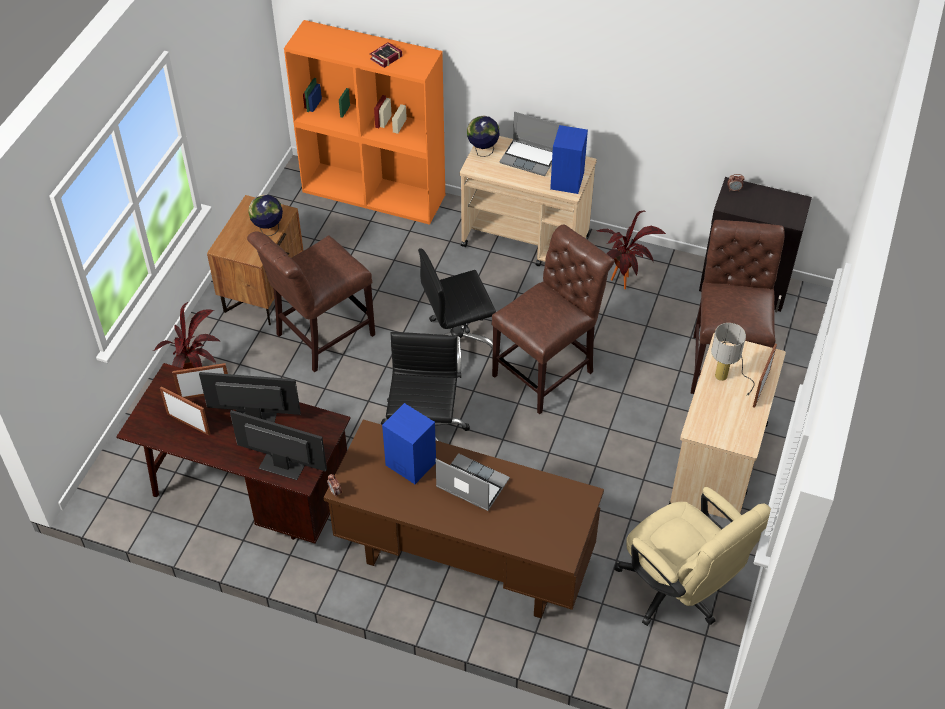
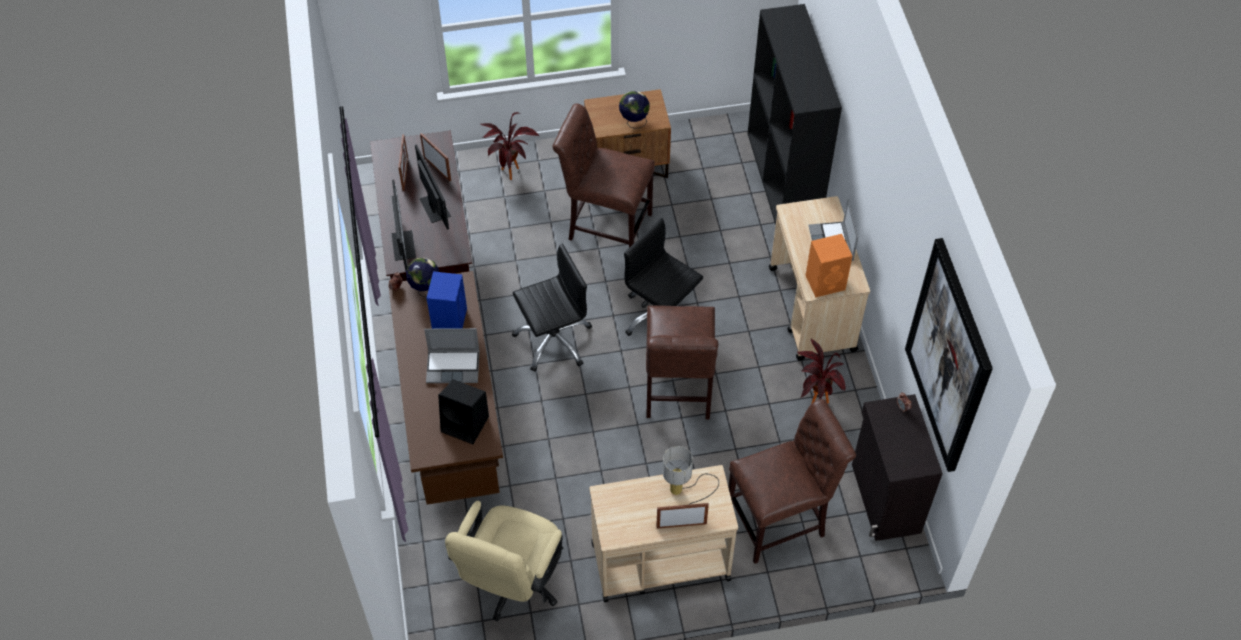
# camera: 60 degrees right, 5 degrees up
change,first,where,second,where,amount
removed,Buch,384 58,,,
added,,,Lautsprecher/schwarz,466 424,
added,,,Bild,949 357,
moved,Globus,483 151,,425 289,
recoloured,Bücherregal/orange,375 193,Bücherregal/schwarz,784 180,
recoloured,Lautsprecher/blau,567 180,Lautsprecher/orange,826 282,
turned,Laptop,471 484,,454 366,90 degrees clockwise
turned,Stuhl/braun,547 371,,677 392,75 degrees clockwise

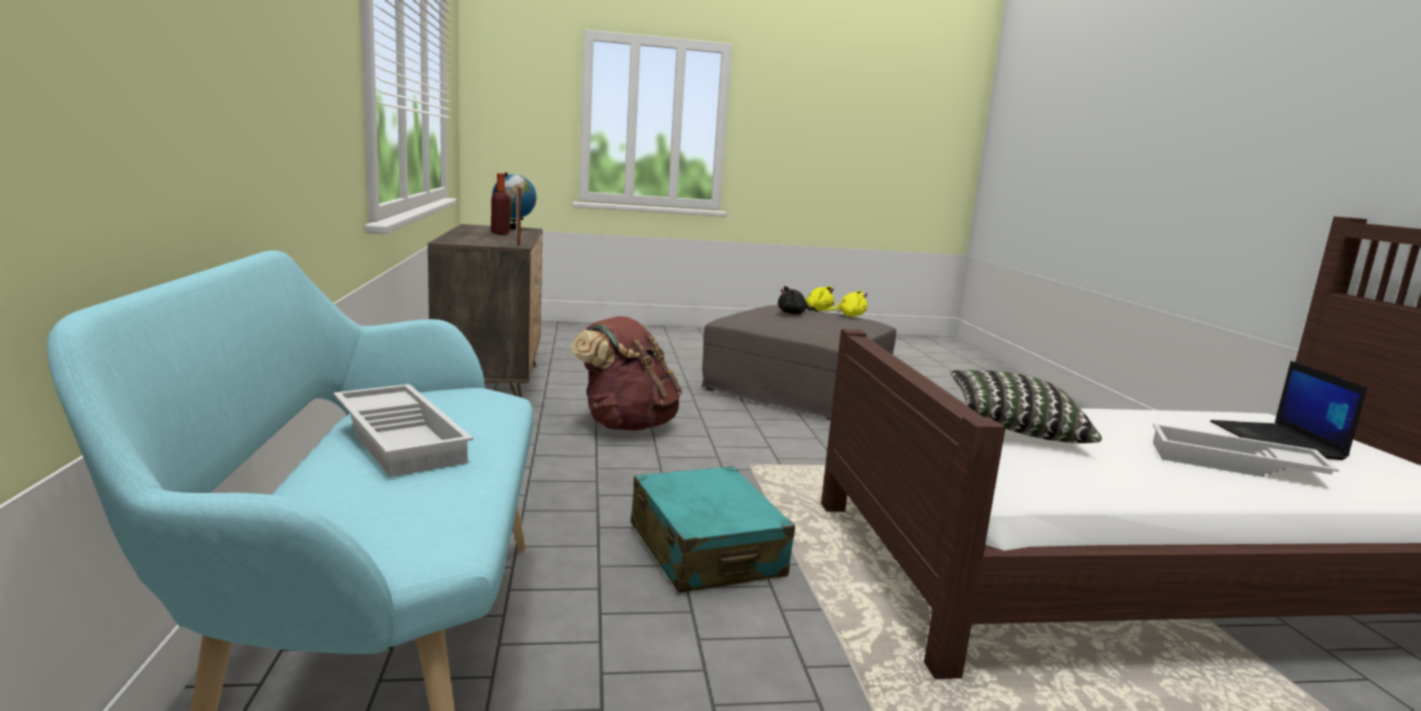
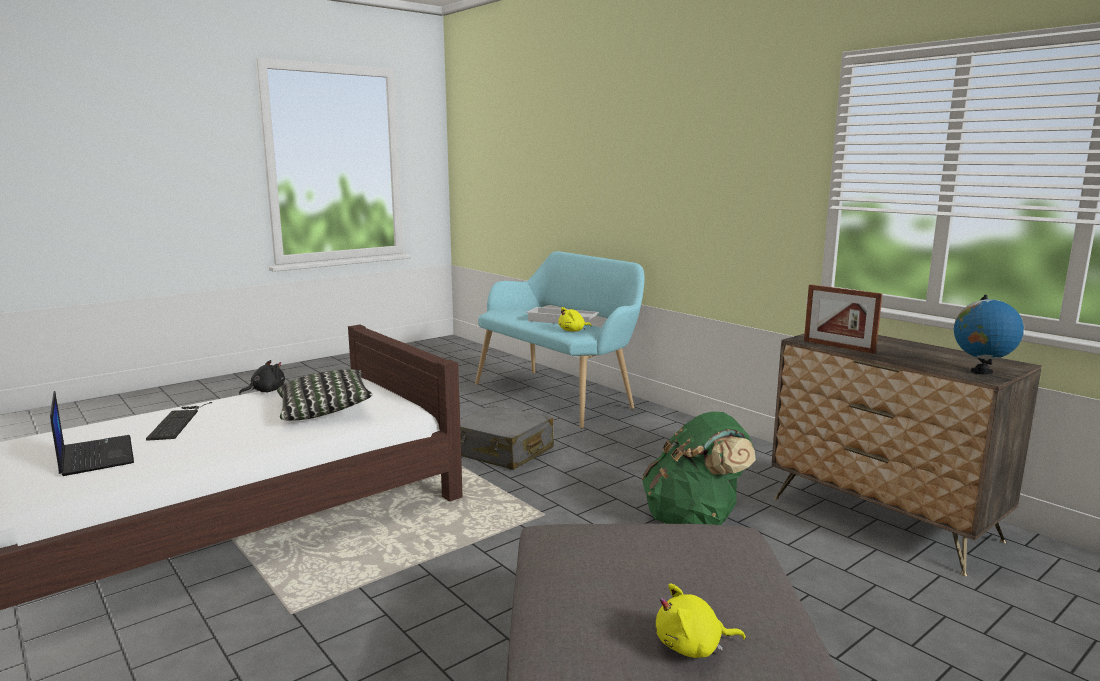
# camera: 150 degrees right, 0 degrees up
change,first,where,second,where,amount
removed,Flasche,500 233,,,
moved,Plüschtier/schwarz,793 314,,266 391,
moved,Plüschtier/gelb,849 315,,573 331,
replaced,Tablett/weiß,1234 464,Tastatur,178 421,
recoloured,Rucksack/braun,626 425,Rucksack/grün,694 521,
recoloured,Koffer/türkis,706 550,Koffer/grau,502 452,

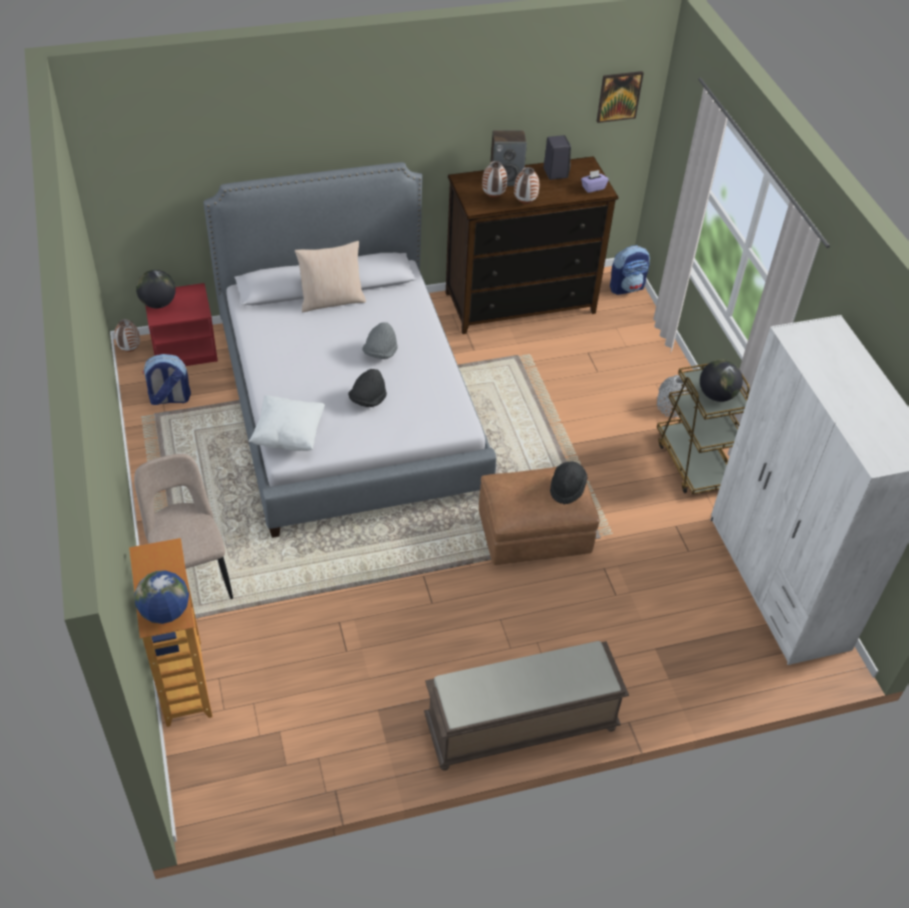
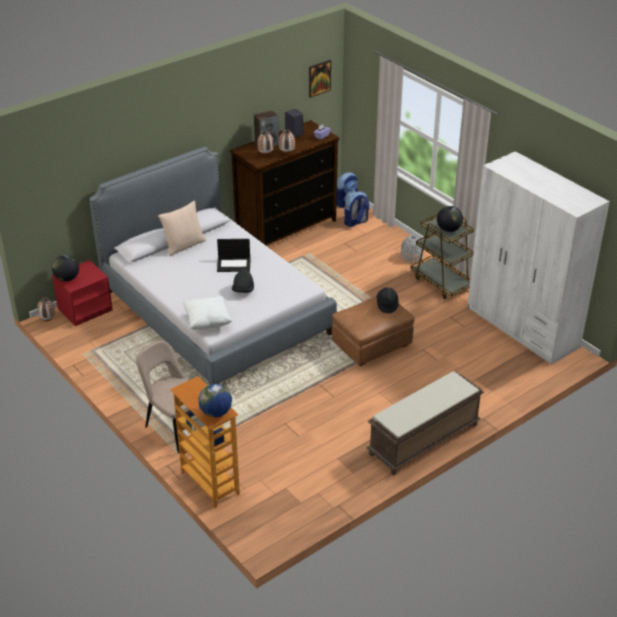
# camera: 20 degrees left, 10 degrees down
change,first,where,second,where,amount
moved,Rucksack,169 399,,356 222,
replaced,Hut/grau,380 352,Laptop,234 264,

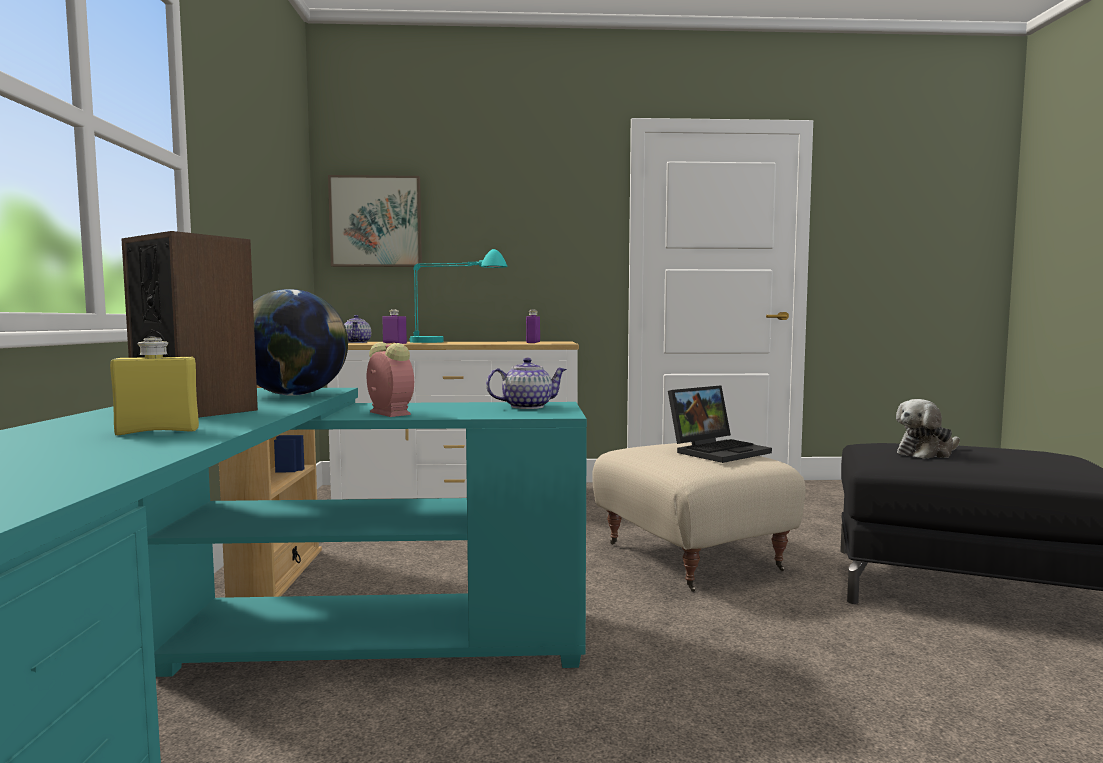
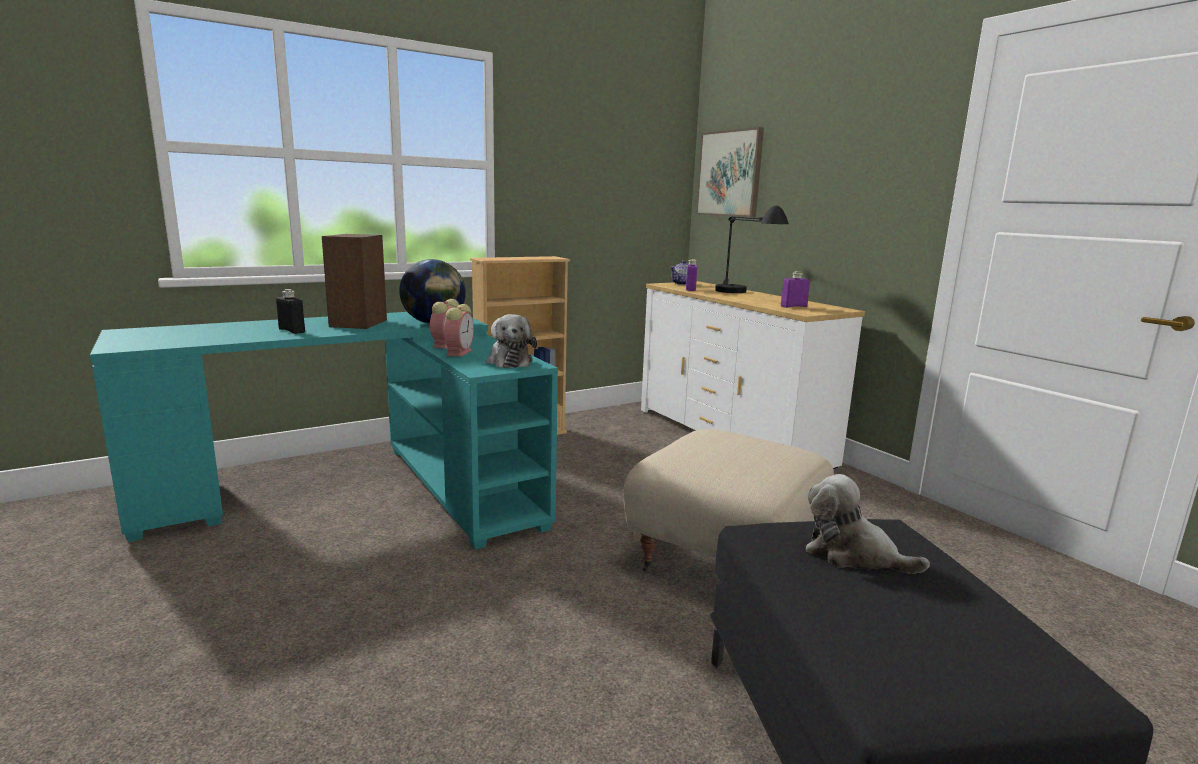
# camera: 60 degrees right, 10 degrees up
change,first,where,second,where,amount
removed,Laptop,718 451,,,
added,,,Wecker,459 352,
replaced,Teekanne,526 406,Plüschtier,509 361,
recoloured,Flasche/gelb,158 431,Flasche/schwarz,292 331,
recoloured,Tischlampe/türkis,455 342,Tischlampe/schwarz,745 295,

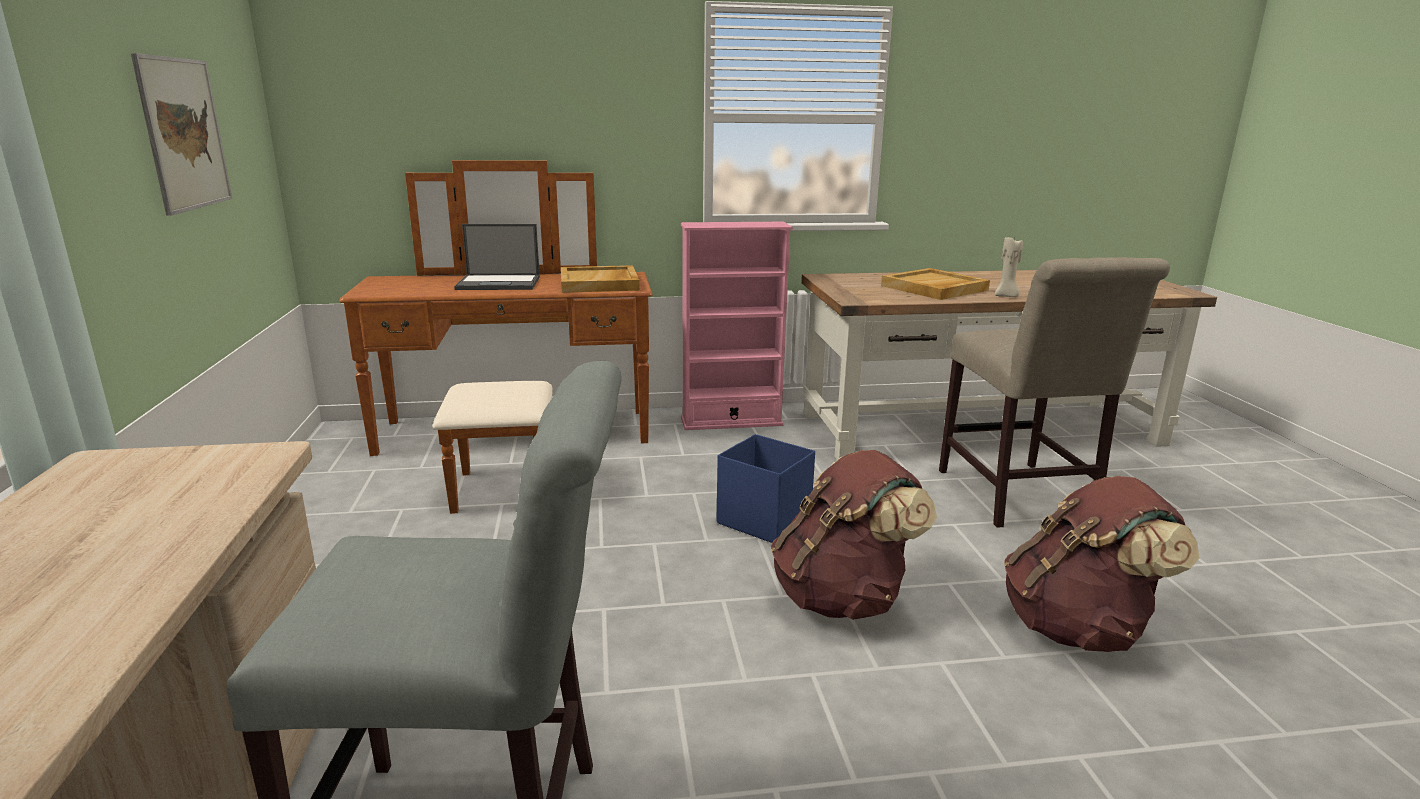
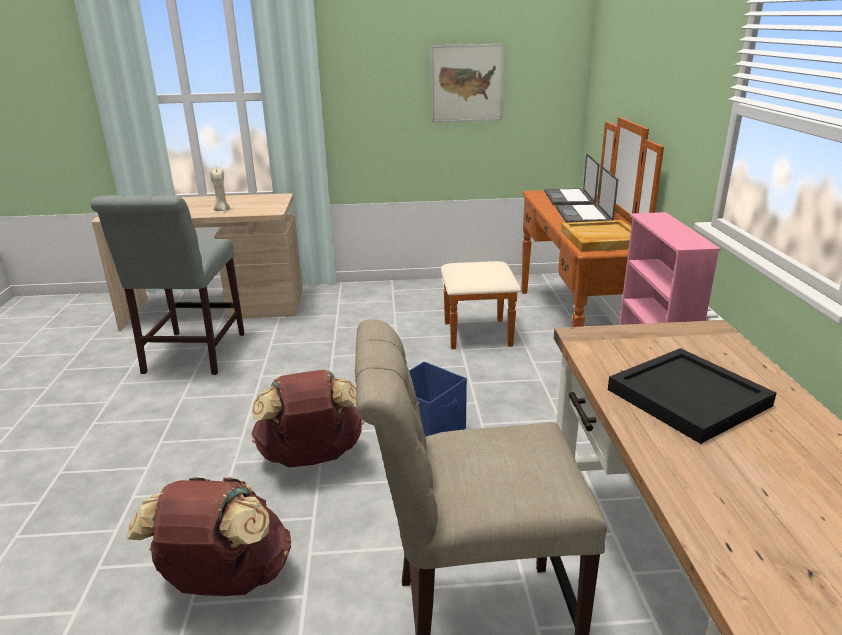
# camera: 95 degrees right, 5 degrees up
change,first,where,second,where,amount
added,,,Laptop,569 198,
moved,Kerze/beige,1006 296,,222 210,
recoloured,Tablett/beige,934 288,Tablett/schwarz,686 397,

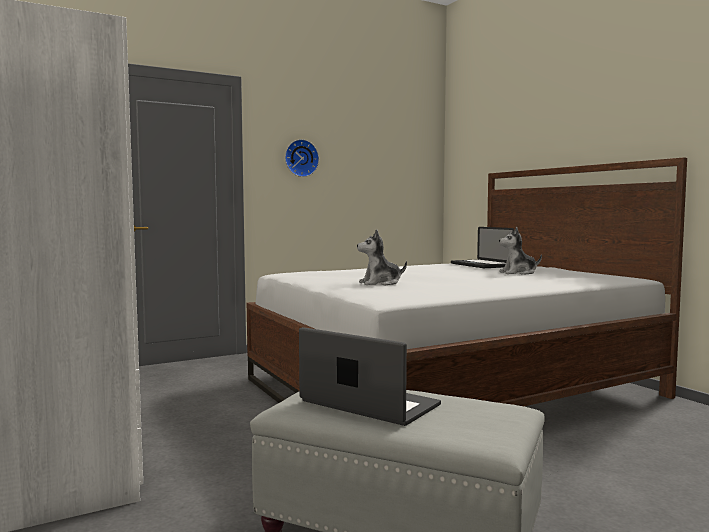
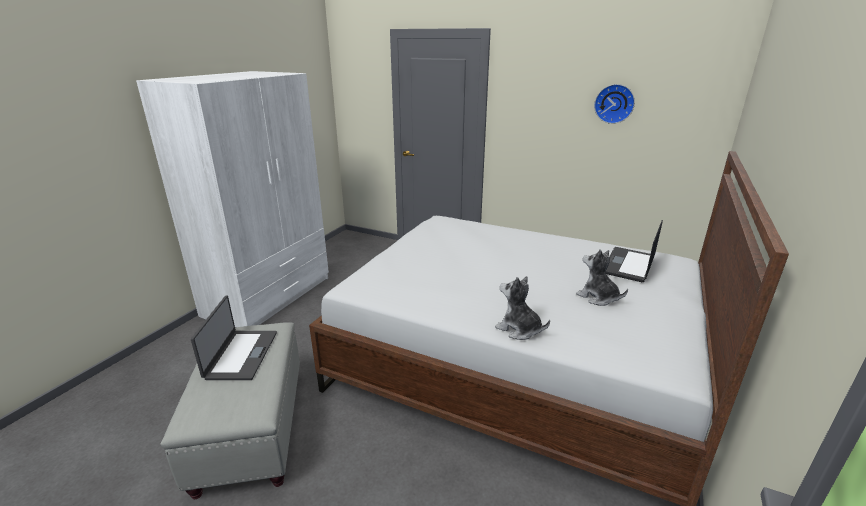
# camera: 55 degrees right, 20 degrees up
change,first,where,second,where,amount
moved,Wanduhr,300 158,,614 103,
moved,Plüschtier,380 283,,519 329,

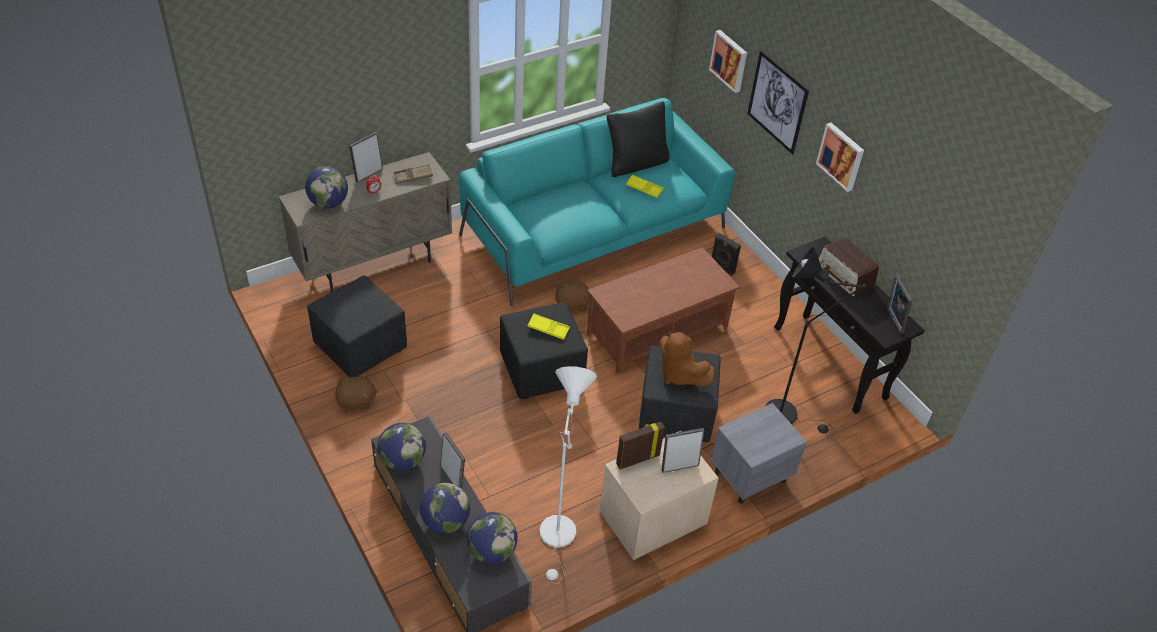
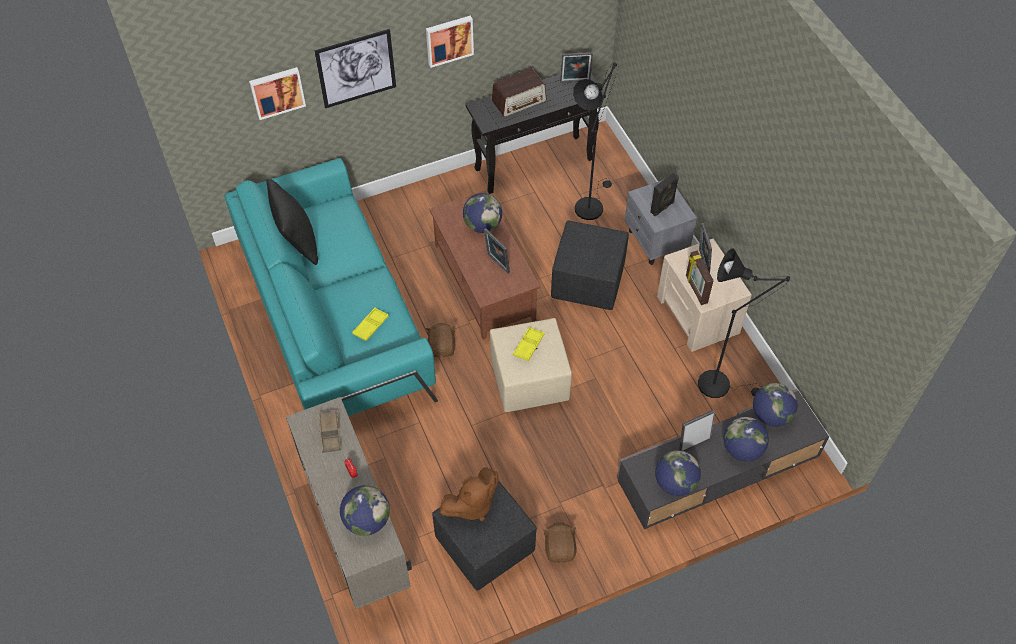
# camera: 80 degrees left, 10 degrees up
change,first,where,second,where,amount
added,,,Globus,482 225,
moved,Bilderrahmen,368 174,,497 264,
moved,Tablett/gelb,644 188,,370 326,
moved,Plüschtier/braun,679 374,,471 505,
moved,Lautsprecher/schwarz,721 268,,662 207,
recoloured,Polsterhocker/schwarz,540 371,Polsterhocker/beige,529 382,
recoloured,Stehlampe/weiß,558 538,Stehlampe/schwarz,720 384,

